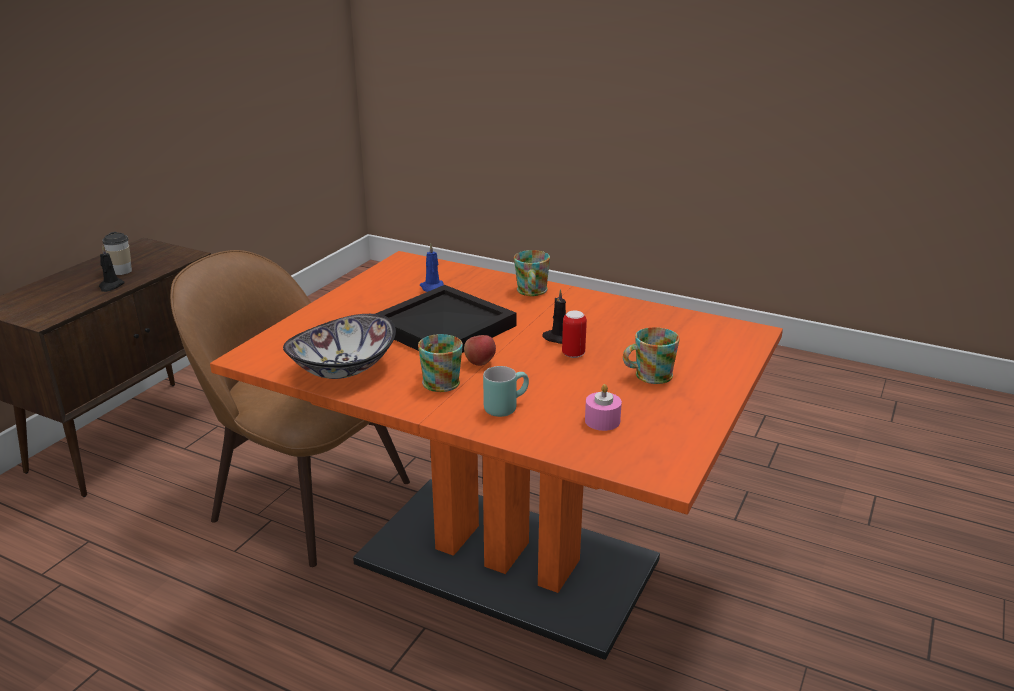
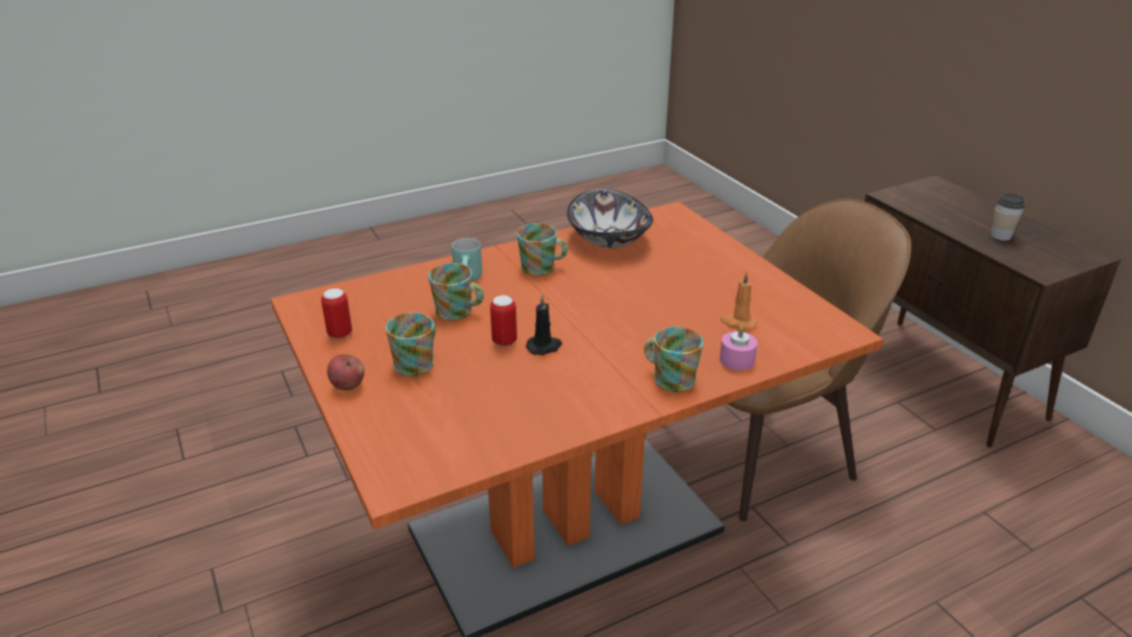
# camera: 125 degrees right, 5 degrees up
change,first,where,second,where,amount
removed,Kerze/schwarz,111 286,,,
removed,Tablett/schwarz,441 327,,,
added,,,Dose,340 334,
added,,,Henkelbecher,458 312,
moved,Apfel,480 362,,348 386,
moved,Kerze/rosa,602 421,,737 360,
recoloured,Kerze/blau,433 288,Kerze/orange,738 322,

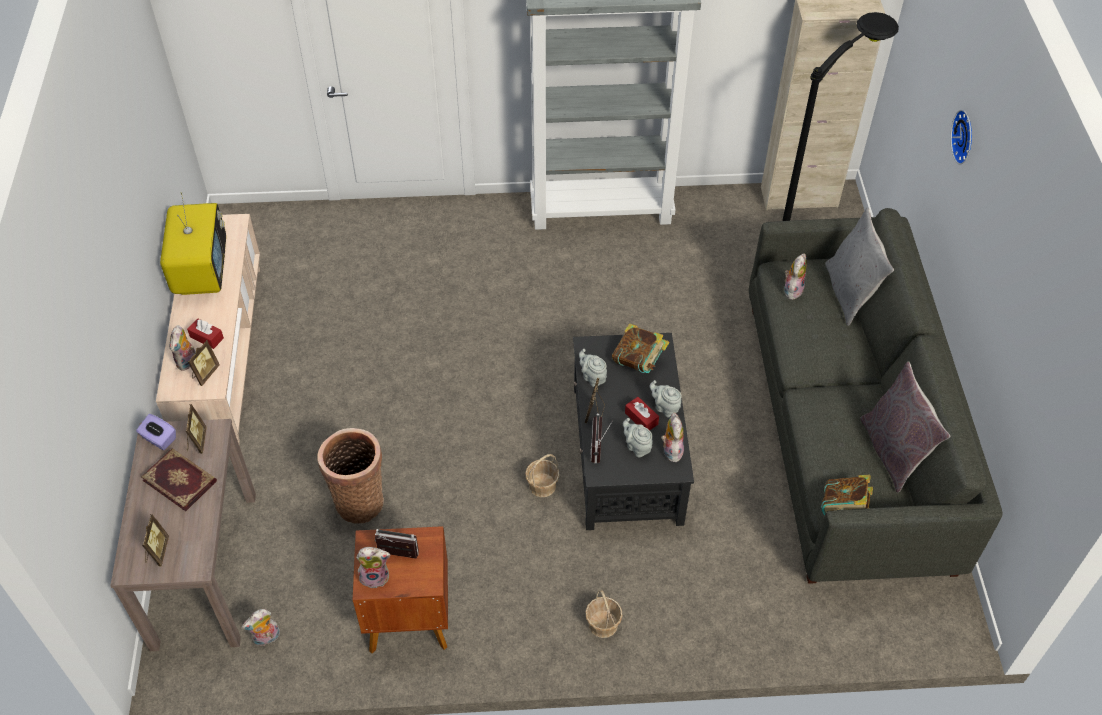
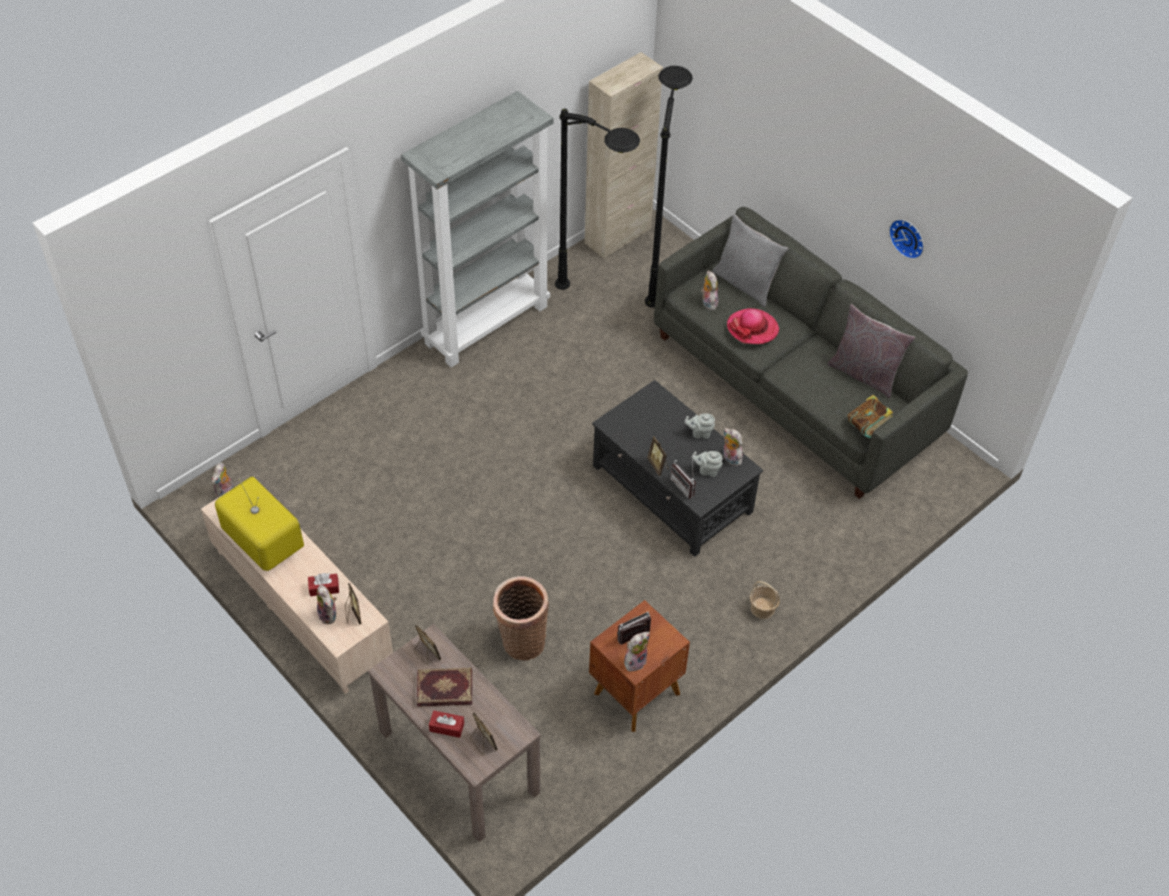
# camera: 40 degrees left, 0 degrees up
change,first,where,second,where,amount
removed,Taschentuchbox/lila,159 439,,,
removed,Korb,542 485,,,
removed,Teekanne/grau,592 377,,,
removed,Buch,639 361,,,
added,,,Stehlampe/schwarz,598 308,
added,,,Hut,752 328,
moved,Plüschtier,266 638,,225 492,
moved,Taschentuchbox/rot,641 418,,447 727,
moved,Wanduhr,965 137,,908 237,

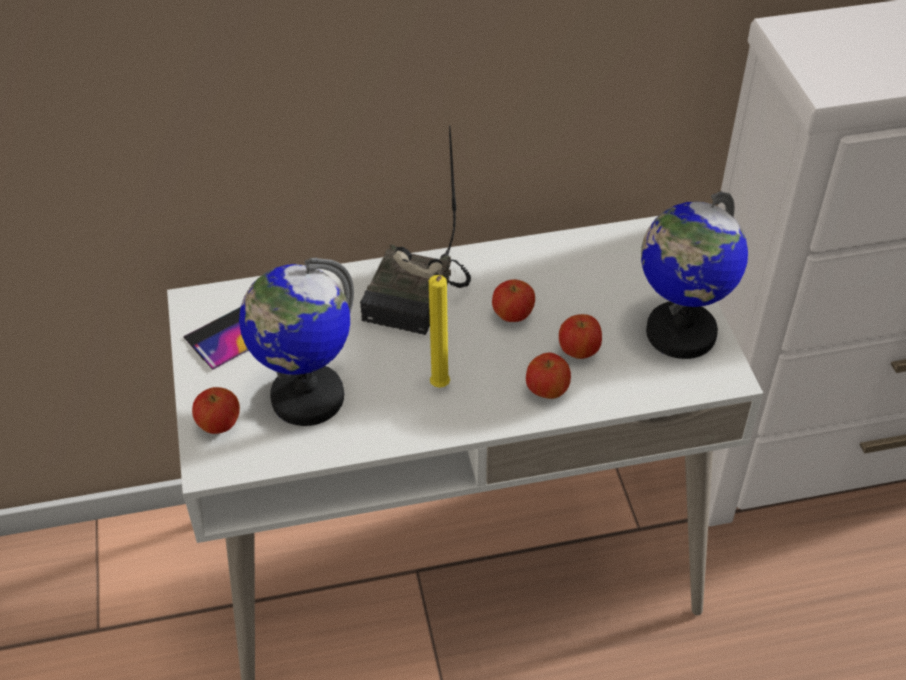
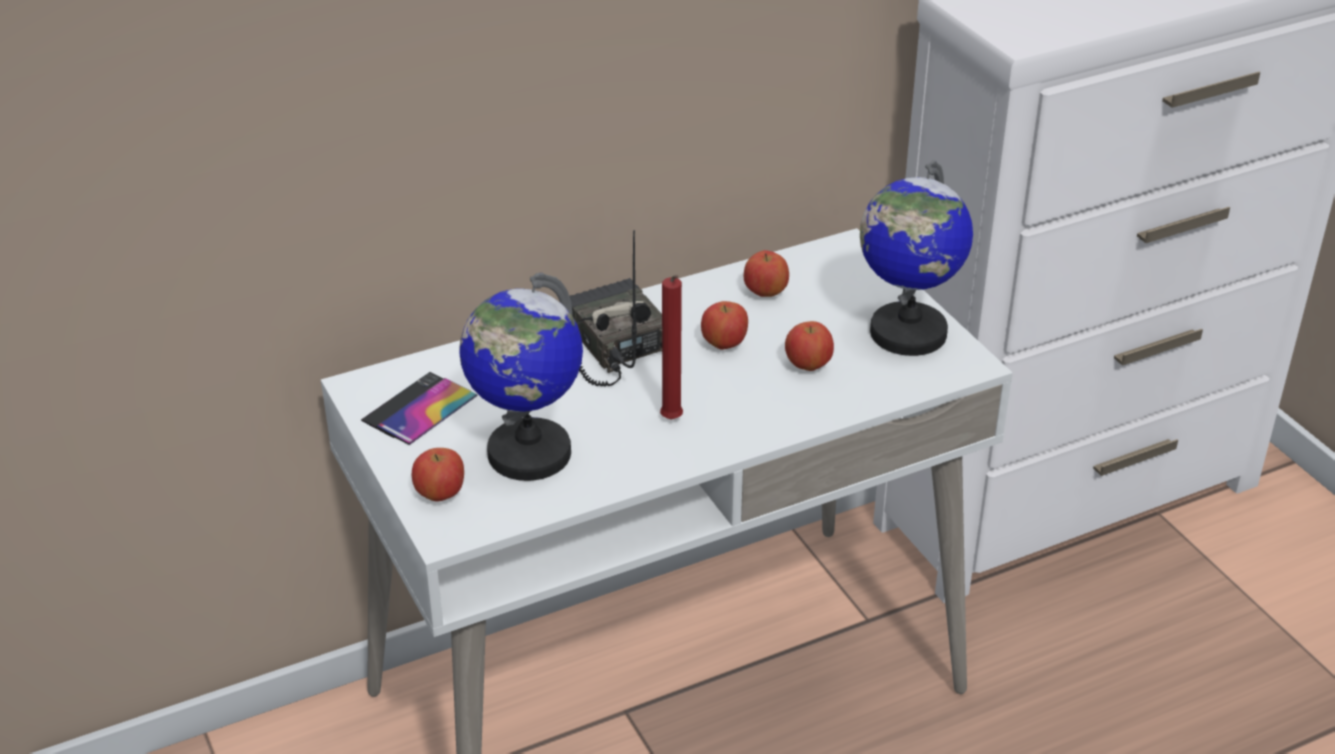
# camera: 15 degrees left, 10 degrees down
change,first,where,second,where,amount
moved,Apfel,547 391,,765 293,
recoloured,Kerze/gelb,439 388,Kerze/rot,672 422,
turned,Radio,417 298,,612 344,150 degrees clockwise

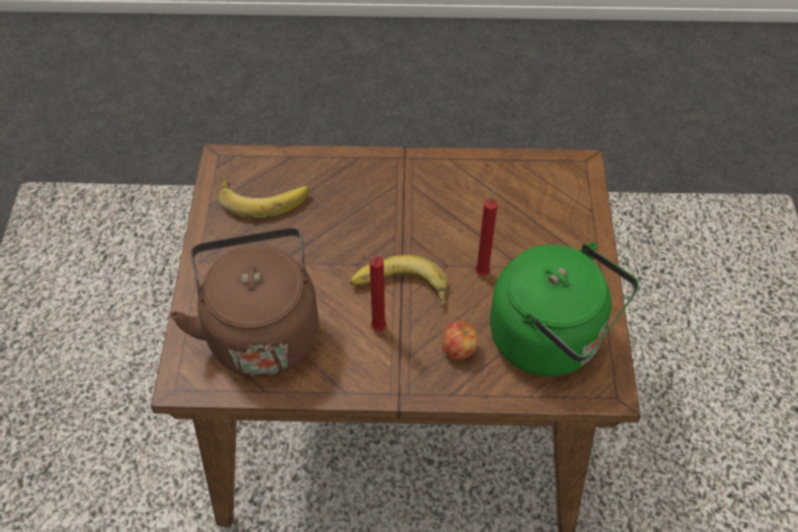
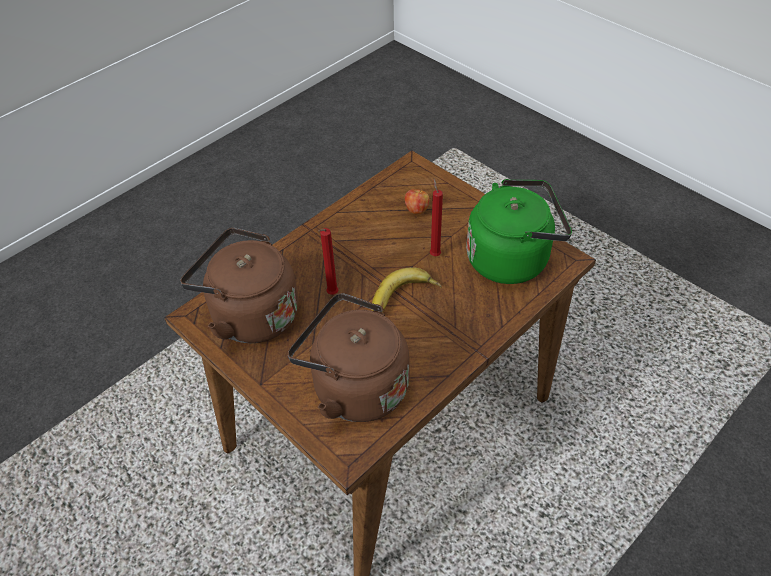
# camera: 45 degrees left, 5 degrees down
change,first,where,second,where,amount
moved,Kerze/rot,376 328,,331 294,
moved,Apfel,458 349,,416 210,
replaced,Banane,263 195,Wasserkessel/braun,250 315,

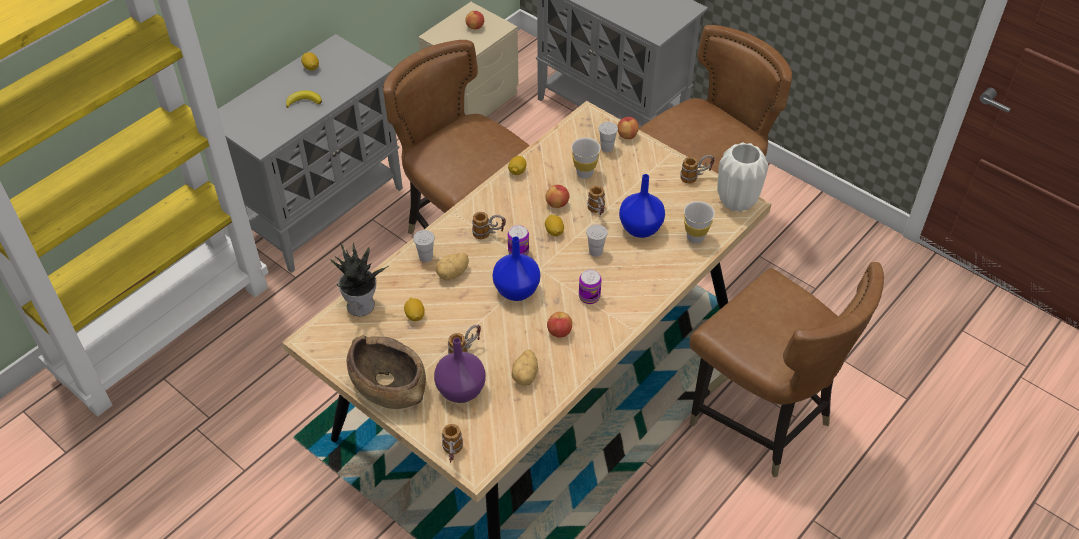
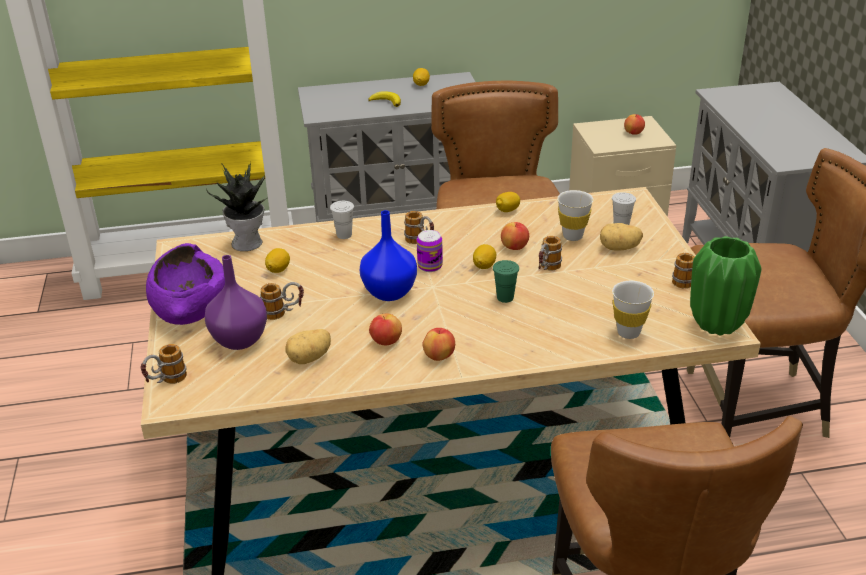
# camera: 40 degrees right, 15 degrees down
change,first,where,second,where,amount
removed,Dose,589 296,,,
removed,Vase/blau,641 228,,,
moved,Kartoffel,453 274,,619 248,
moved,Apfel,627 135,,439 356,
recoloured,Schüssel/braun,388 384,Schüssel/lila,189 305,
recoloured,Tasse/weiß,595 251,Tasse/grün,505 297,
recoloured,Vase/weiß,737 202,Vase/grün,716 324,

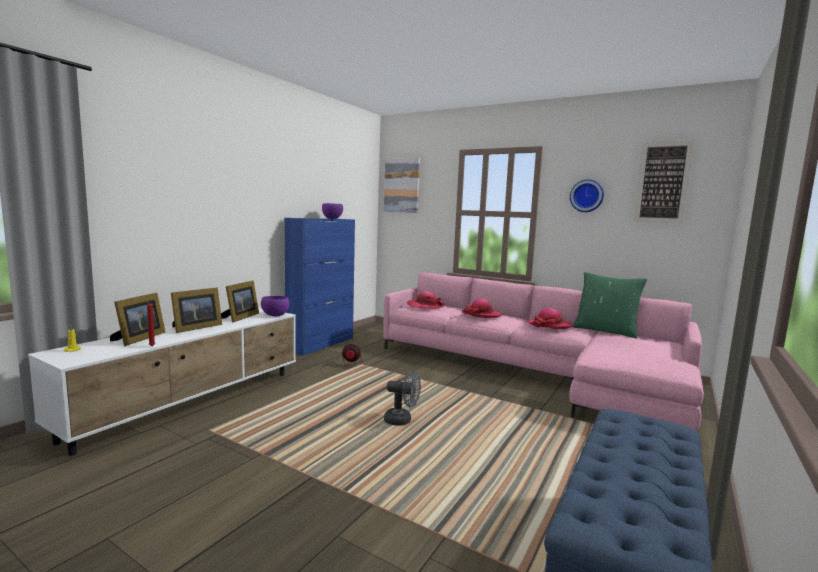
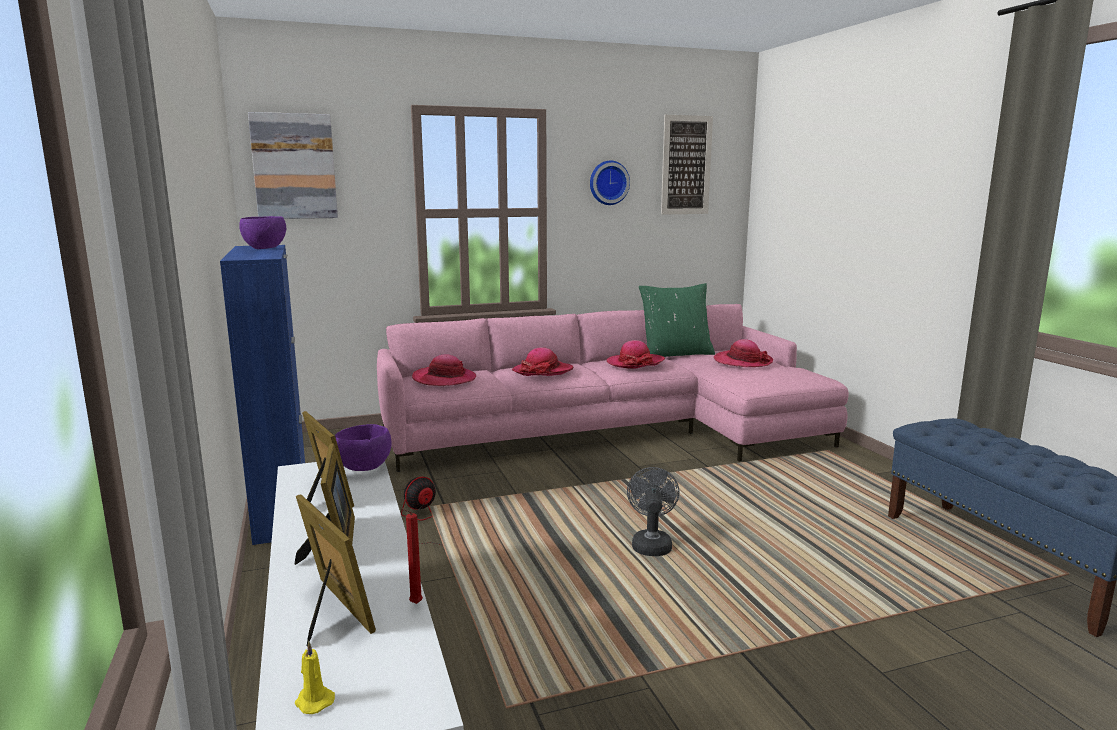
# camera: 50 degrees left, 5 degrees up
change,first,where,second,where,amount
added,,,Hut,742 361,
turned,Ventilator/grau,402 420,,651 544,45 degrees counterclockwise

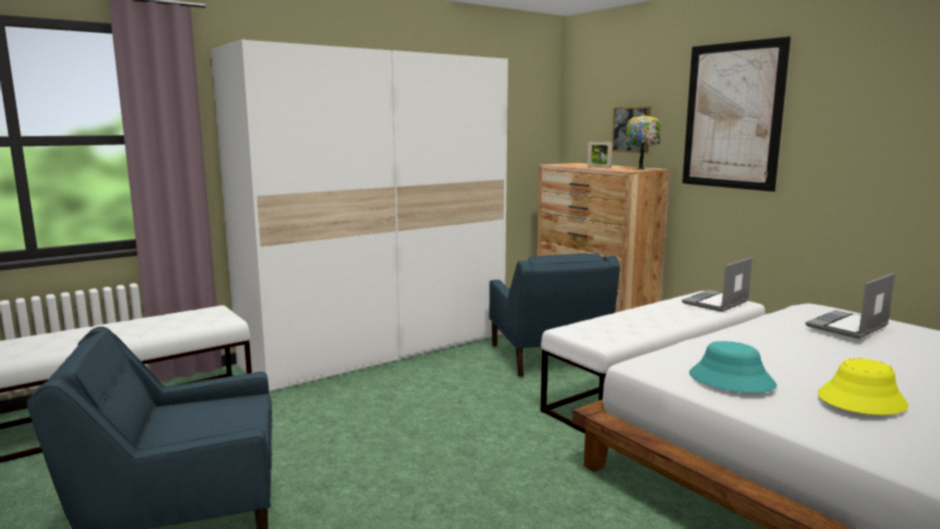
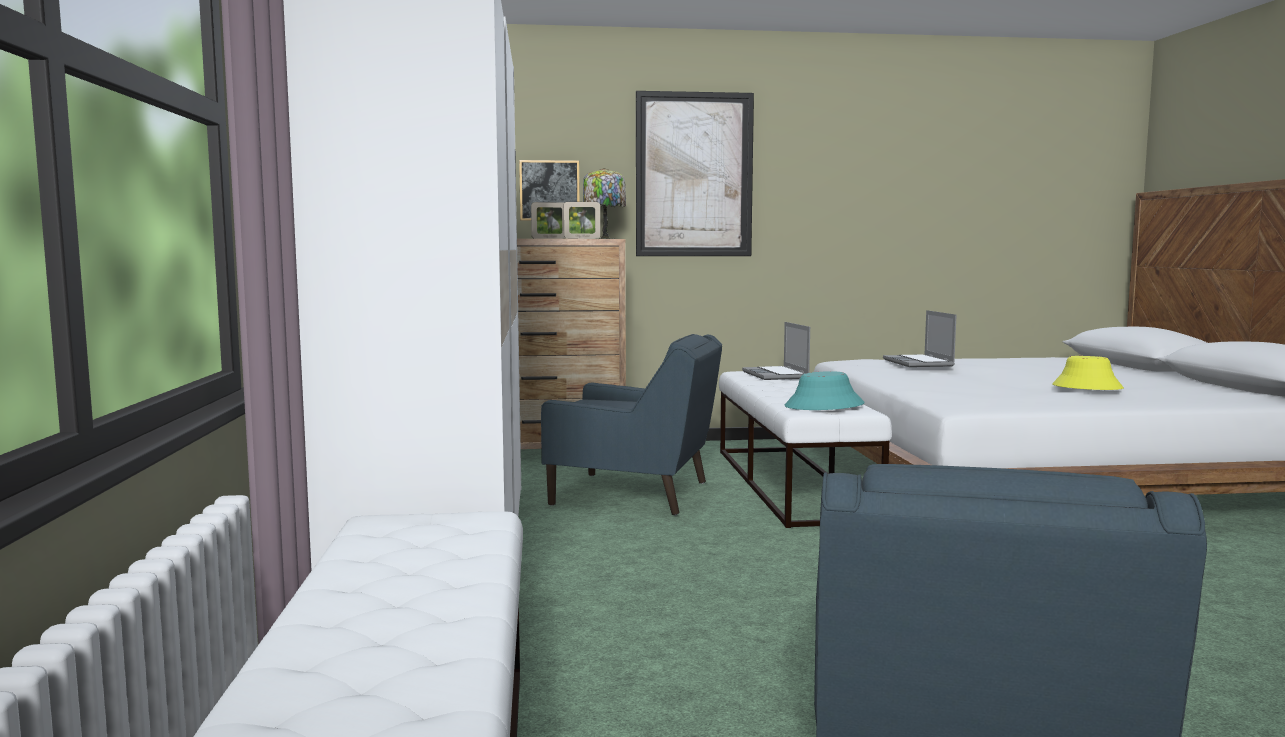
# camera: 60 degrees left, 5 degrees down
change,first,where,second,where,amount
added,,,Bilderrahmen,582 238,
moved,Hut/türkis,731 380,,824 406,

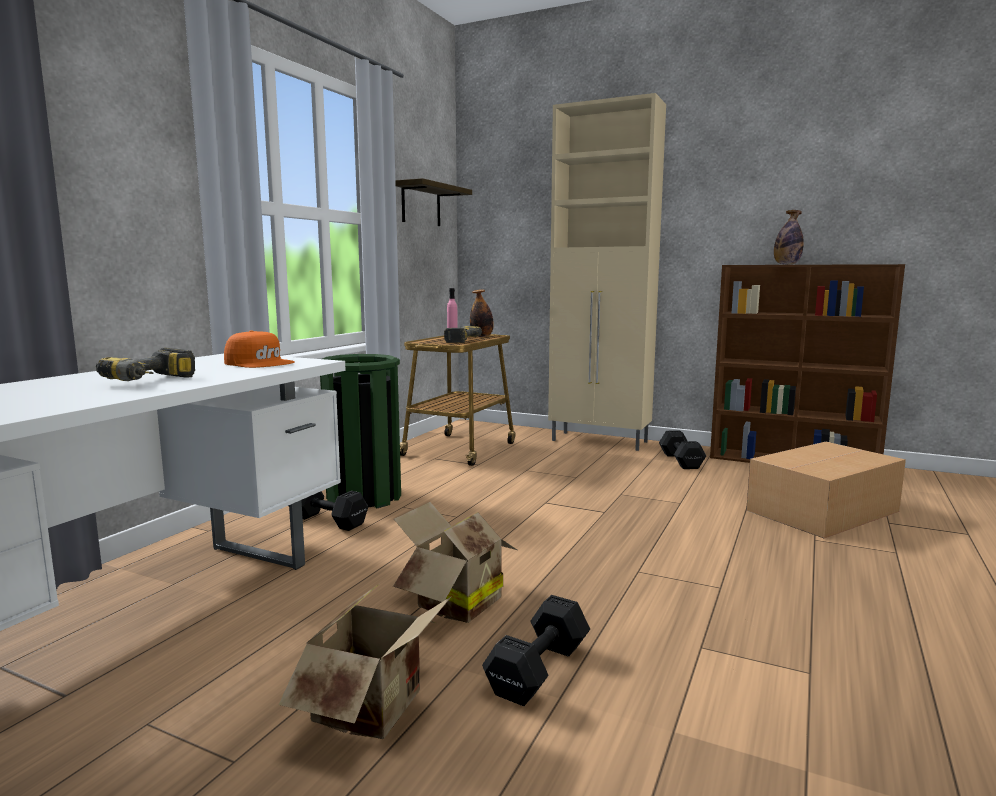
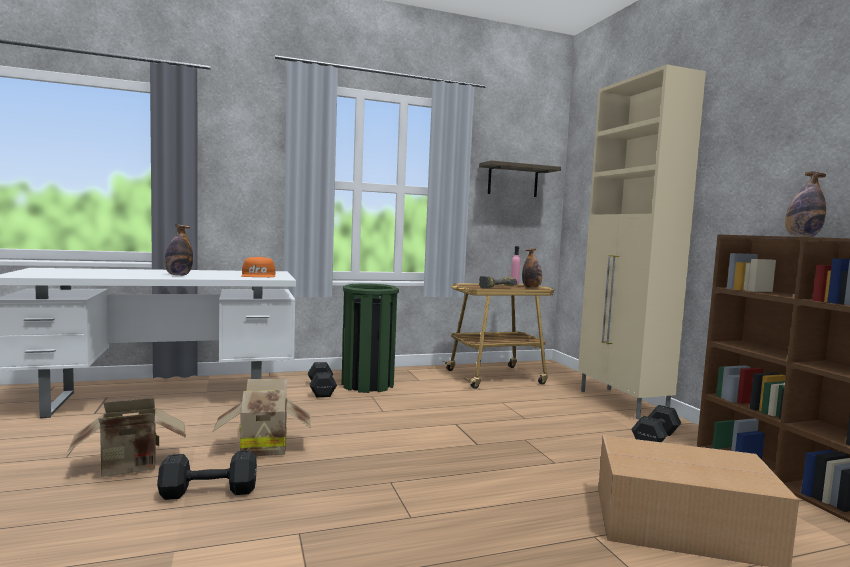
# camera: 45 degrees right, 5 degrees down
change,first,where,second,where,amount
replaced,Bohrmaschine,155 381,Flasche,178 275,

